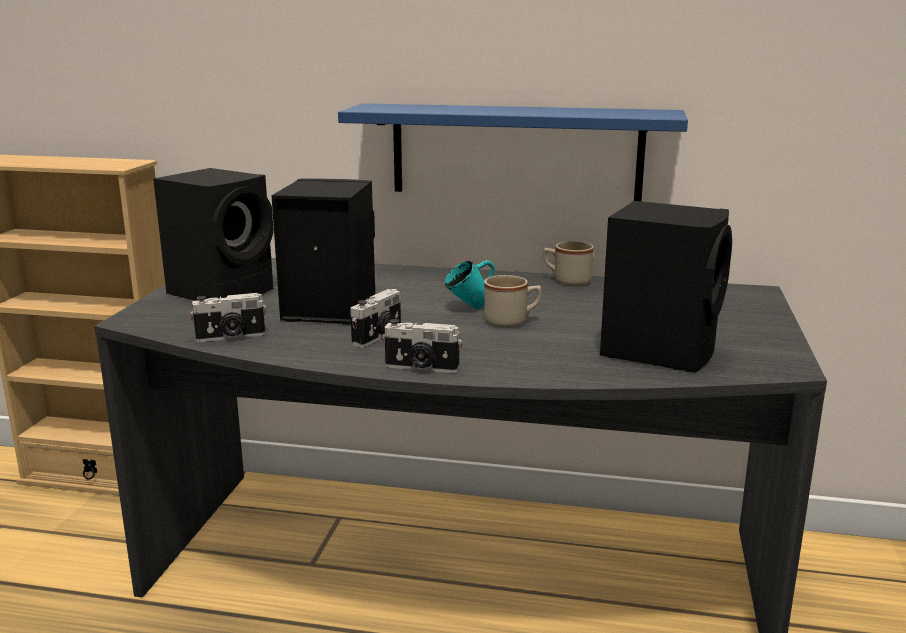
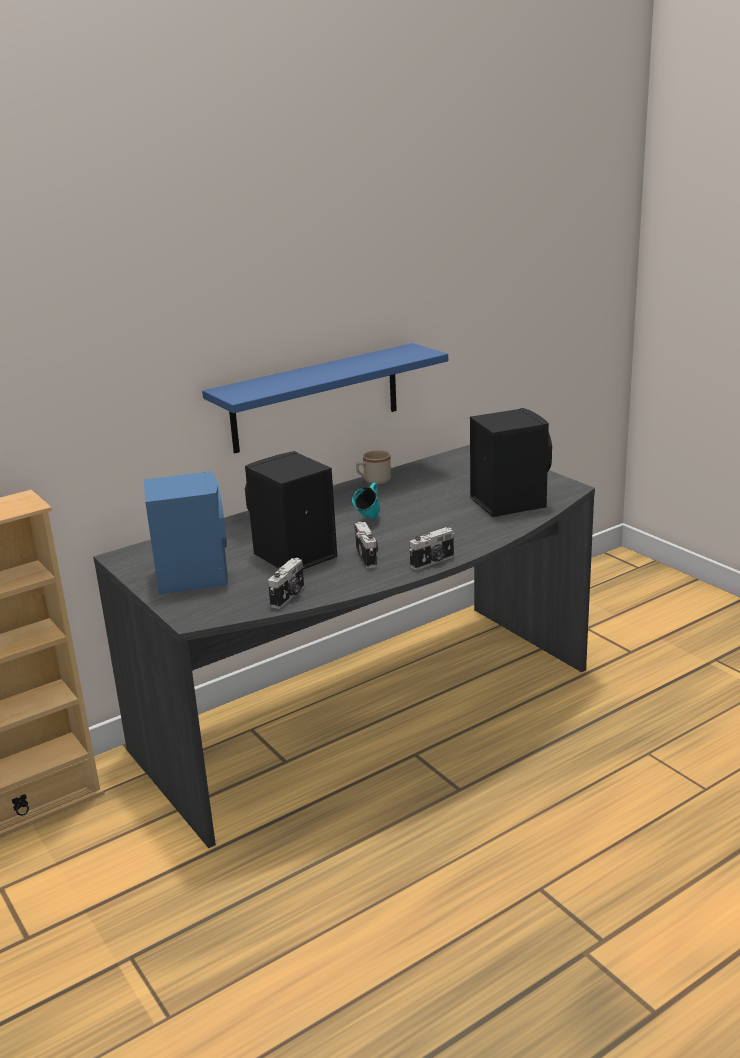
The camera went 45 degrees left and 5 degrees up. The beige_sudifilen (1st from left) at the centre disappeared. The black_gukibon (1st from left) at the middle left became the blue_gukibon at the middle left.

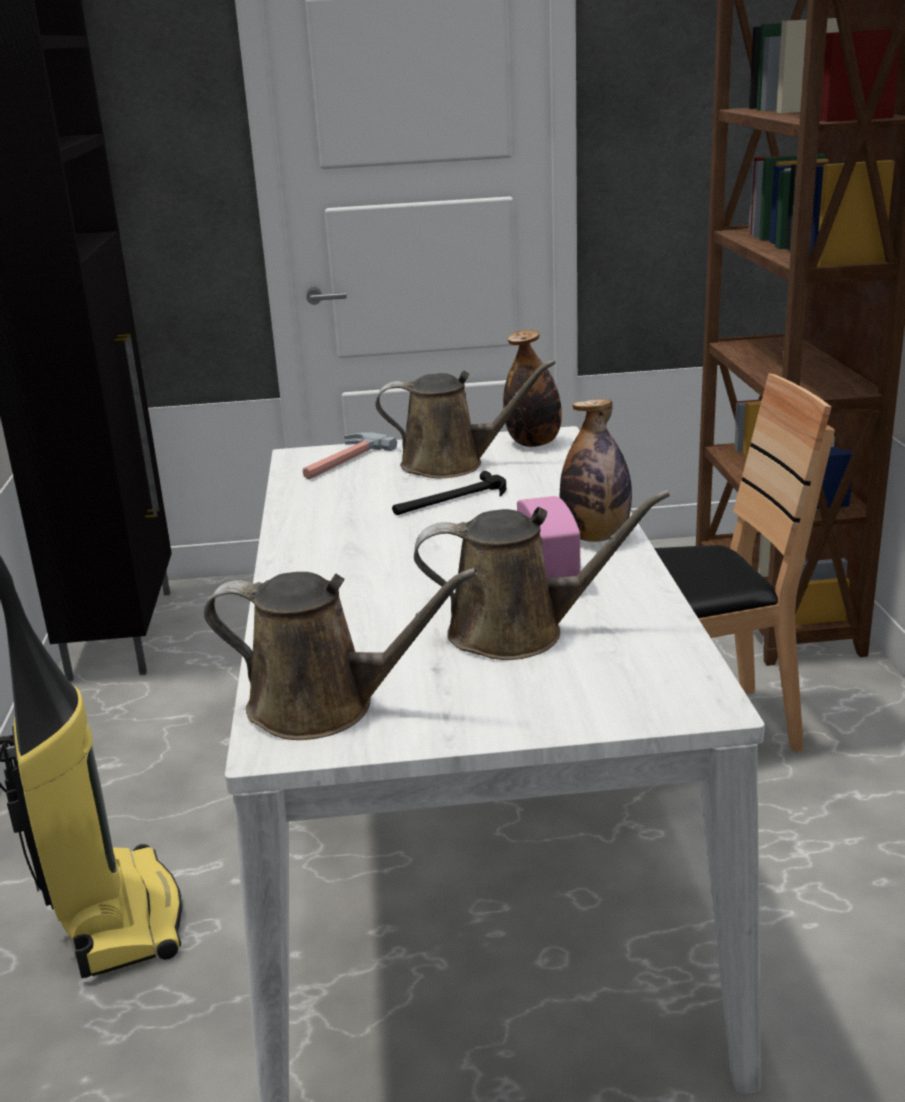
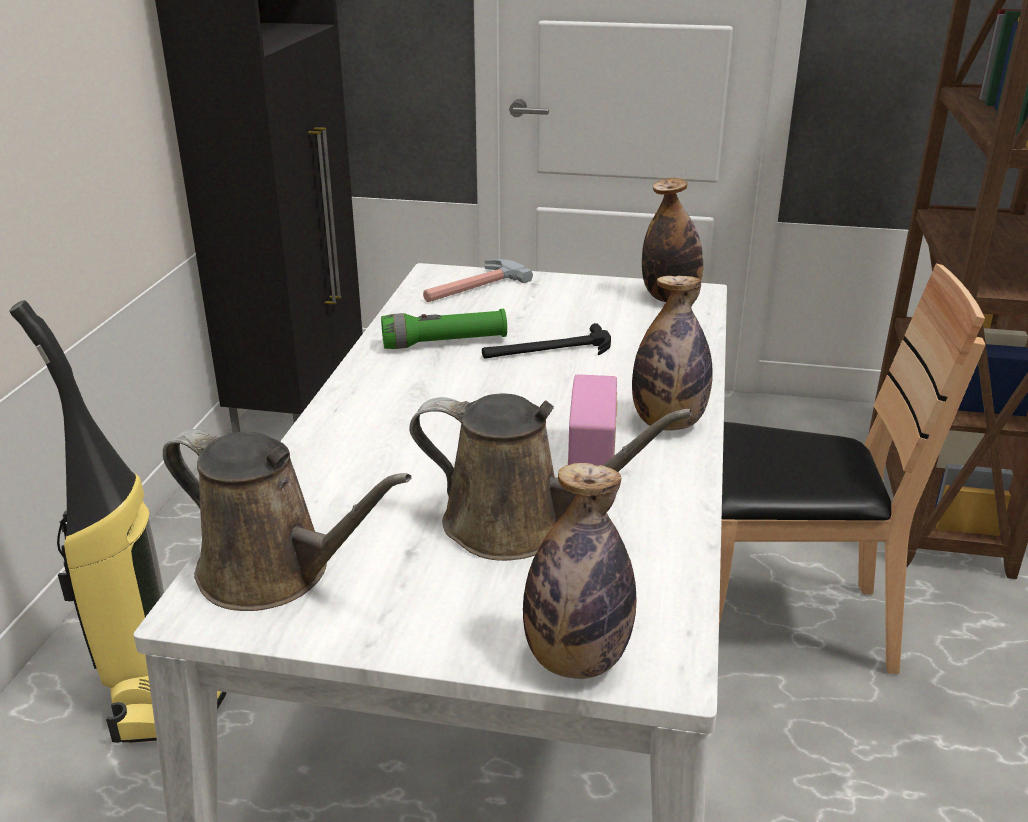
The camera went 15 degrees right and 5 degrees up. The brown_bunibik (2nd from left) at the centre disappeared. The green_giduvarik at the centre appeared. The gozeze (1st from left) at the bottom centre appeared.

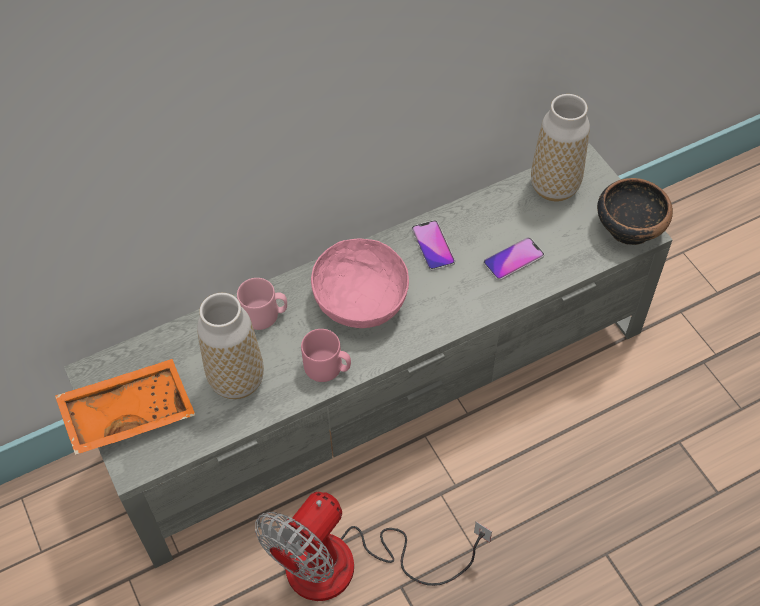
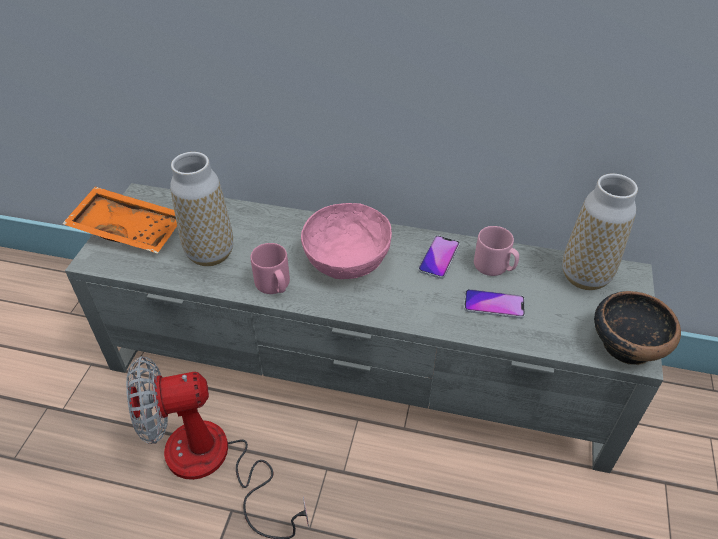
The camera went 40 degrees right and 10 degrees down. The pink_sudifilen (1st from left in the first image) moved from the centre to the middle right.

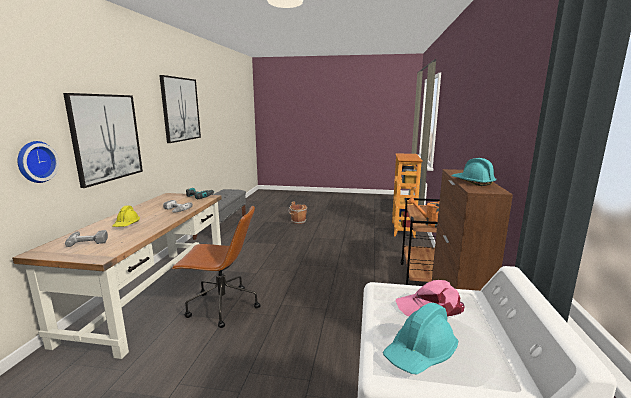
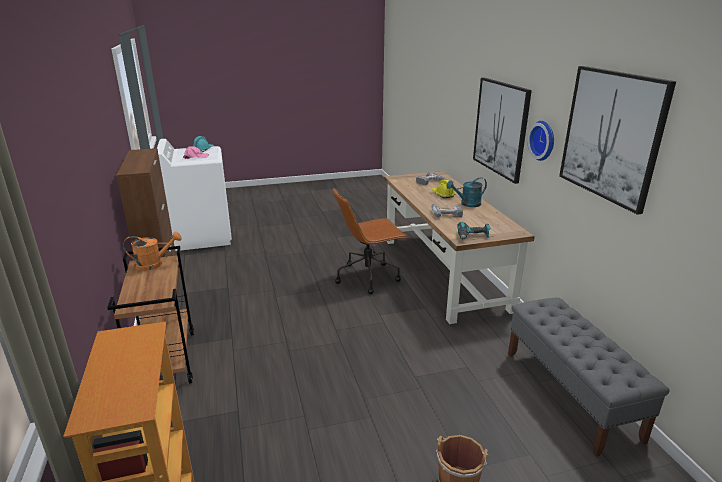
The camera went 155 degrees right and 10 degrees up. The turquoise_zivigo (2nd from left) at the middle right disappeared. The turquoise_bunibik at the centre appeared. The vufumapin moved from the middle left to the top right.

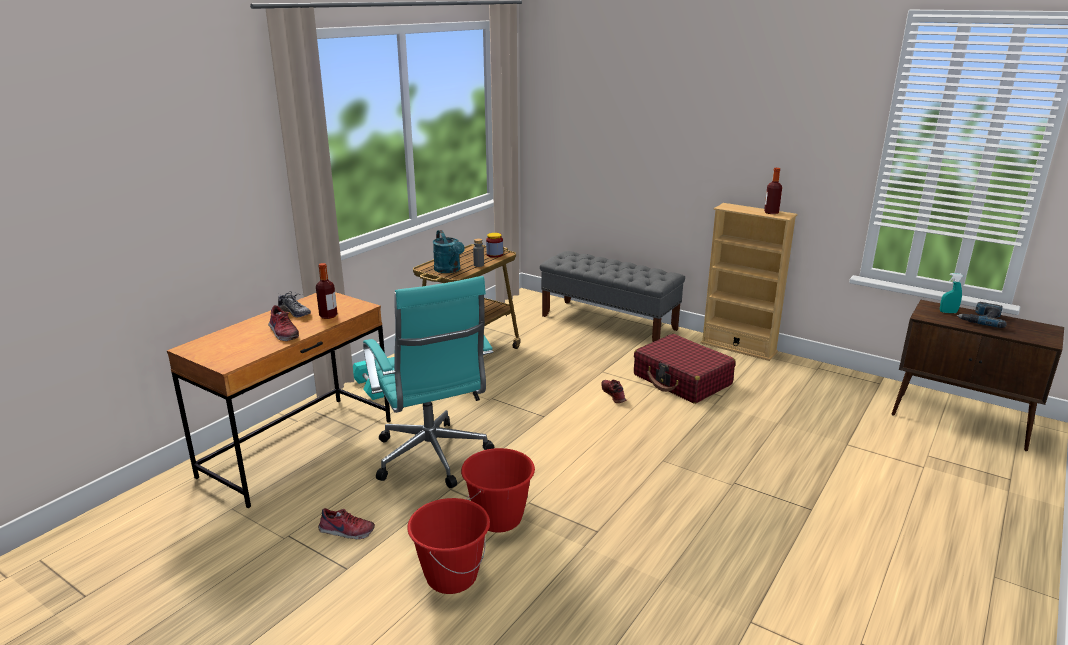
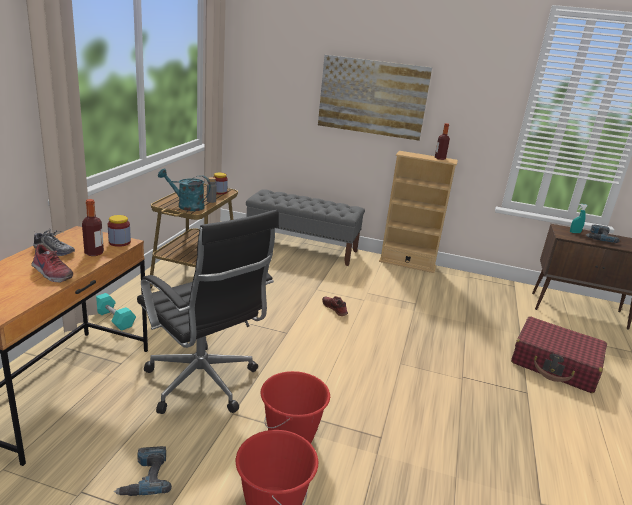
The camera went 20 degrees left and 0 degrees up. The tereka (1st from left) at the middle left appeared. The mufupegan at the top centre appeared. The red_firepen moved from the centre to the bottom right. The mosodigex (3rd from left) at the bottom left was replaced by the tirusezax (1st from left) at the bottom left. The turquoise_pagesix at the centre became the black_pagesix at the middle left. The turquoise_bunibik at the centre turned 150 degrees clockwise.

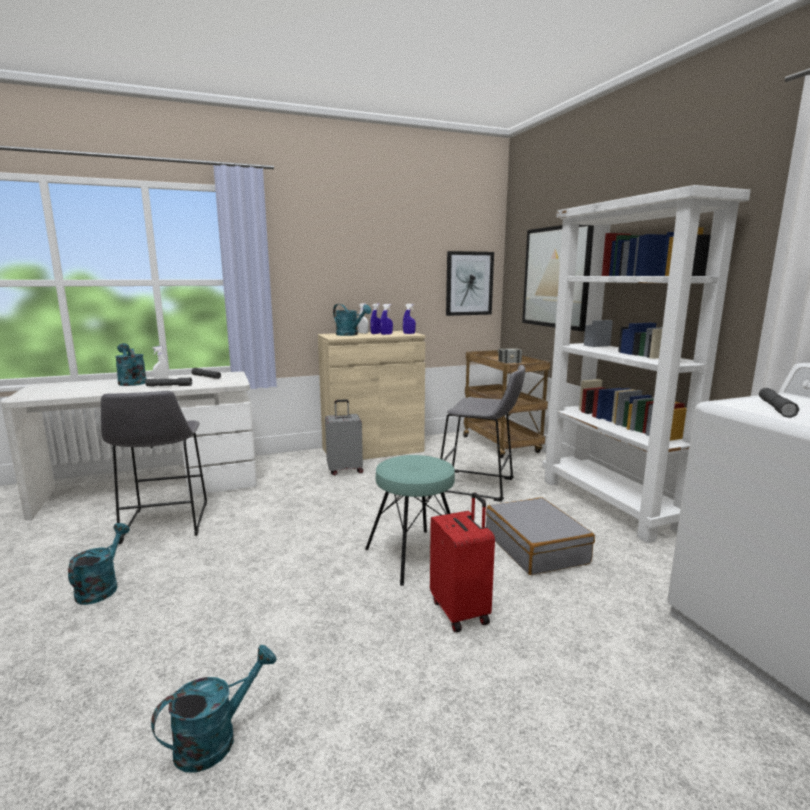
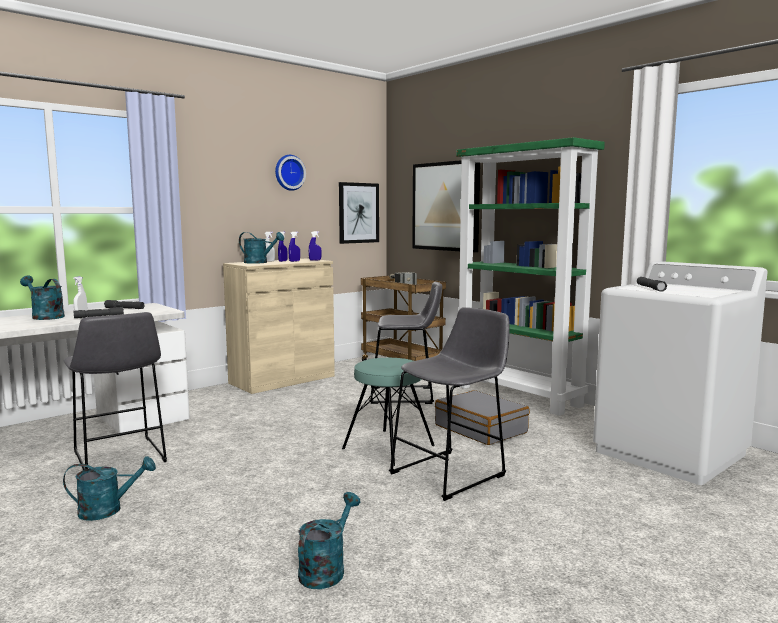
The camera went 20 degrees left and 5 degrees down. The grey_firepen (1st from left) at the centre disappeared. The vufumapin at the top centre appeared. The red_firepen at the bottom centre was replaced by the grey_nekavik (3rd from left) at the centre. The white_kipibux at the middle right became the green_kipibux at the middle right. The turquoise_bunibik (1st from left in the first image) at the bottom left turned 90 degrees clockwise.

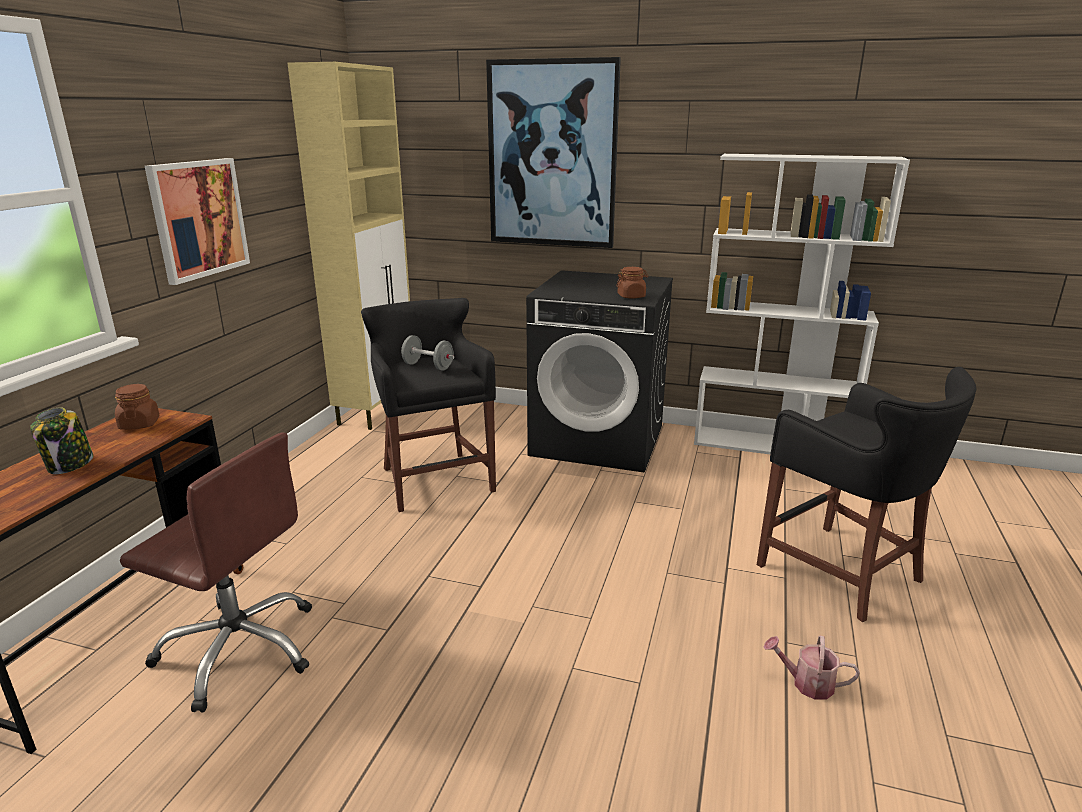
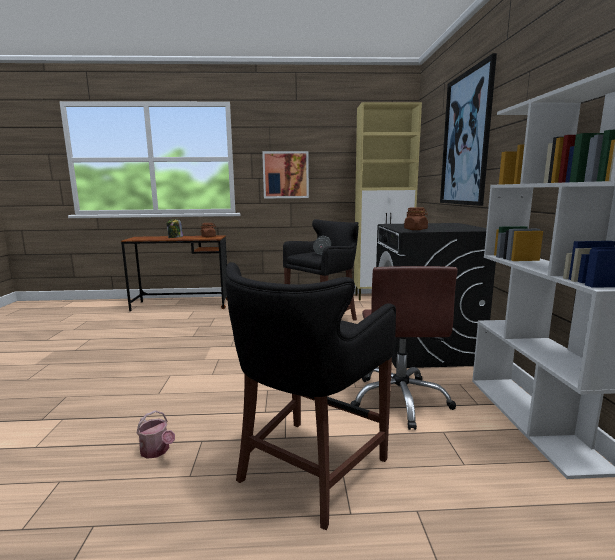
The camera went 70 degrees right and 10 degrees down. The brown_pagesix moved from the bottom left to the centre. The bunibik at the bottom right turned 135 degrees clockwise.

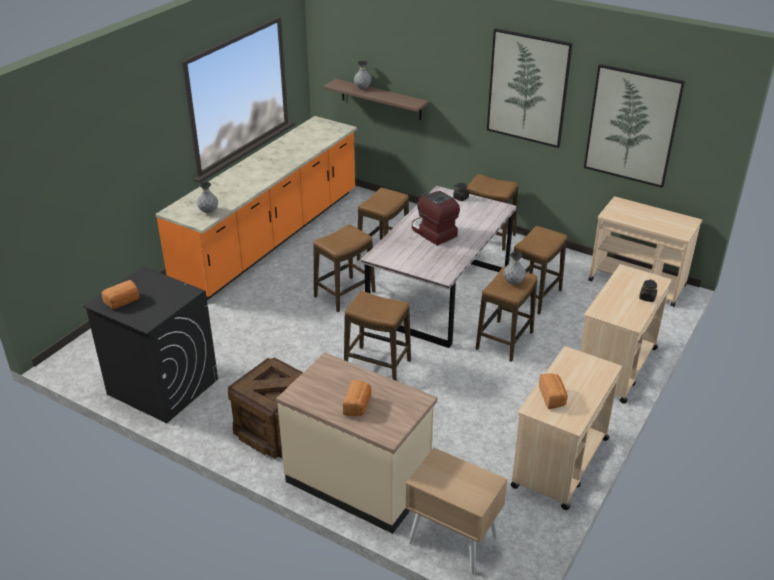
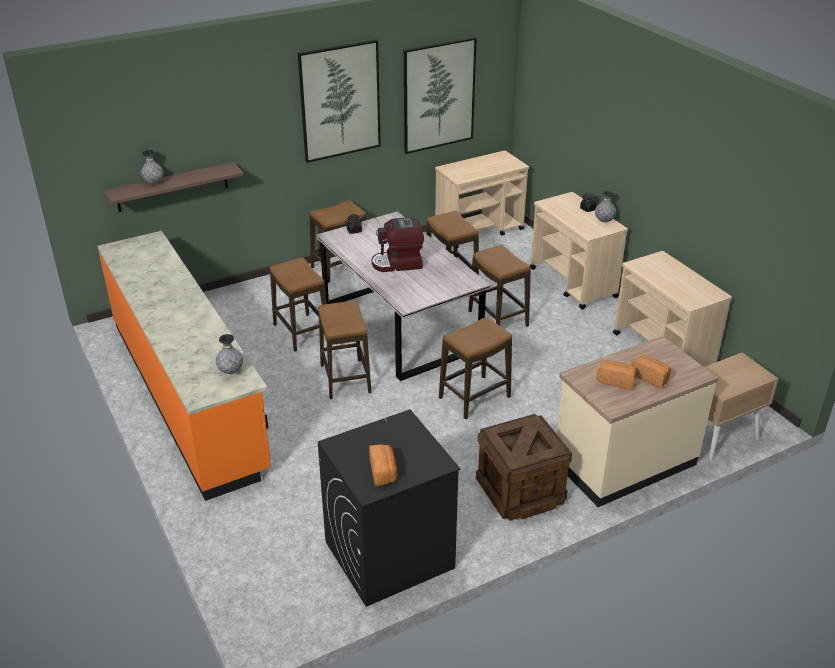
The camera went 60 degrees left and 0 degrees up. The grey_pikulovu (3rd from left) moved from the centre to the top right. The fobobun (3rd from left in the first image) moved from the bottom right to the middle right.

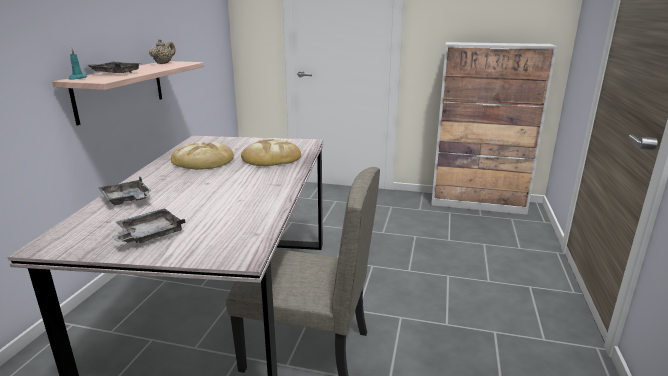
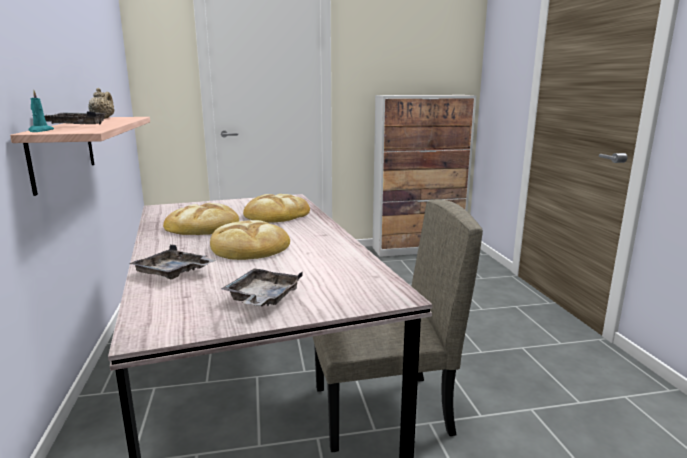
The camera went 25 degrees left and 5 degrees down. The fobobun (2nd from left) at the centre appeared.

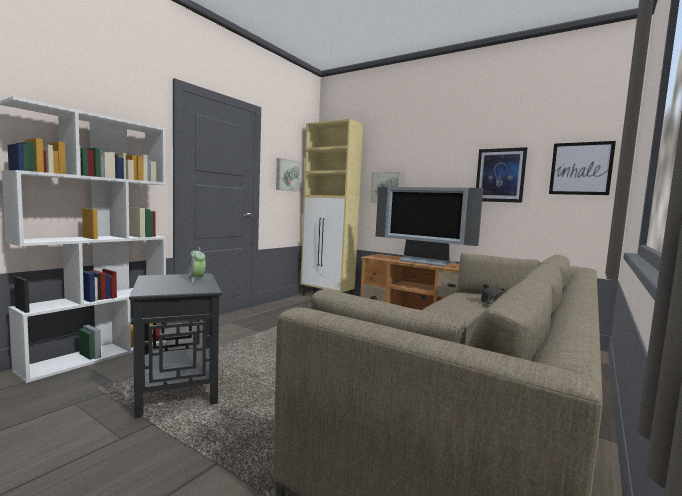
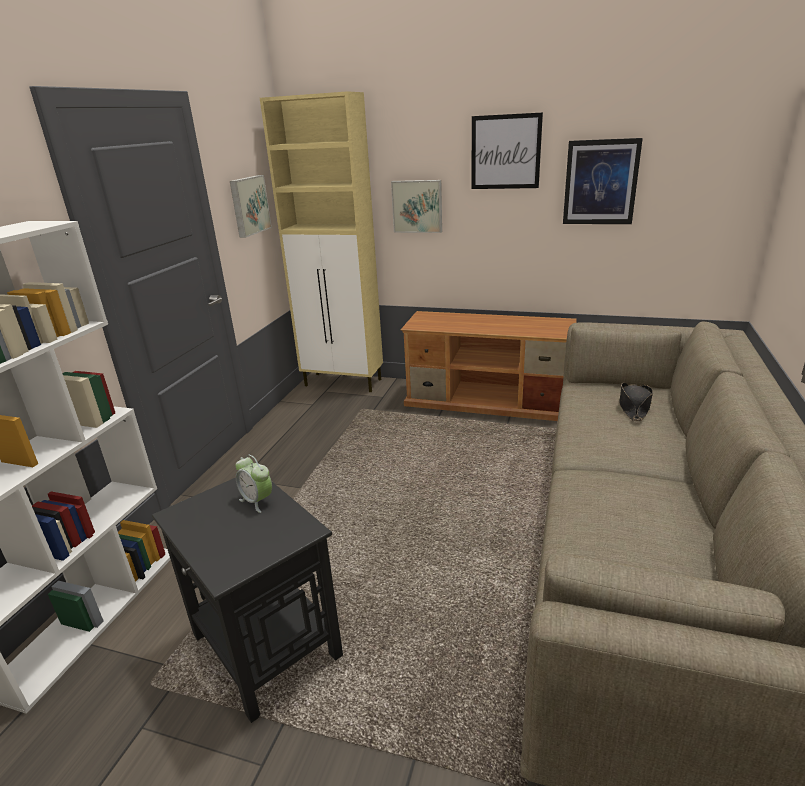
The camera went 15 degrees left and 20 degrees up. The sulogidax at the centre disappeared. The mufupegan (4th from left in the first image) moved from the middle right to the top centre.

